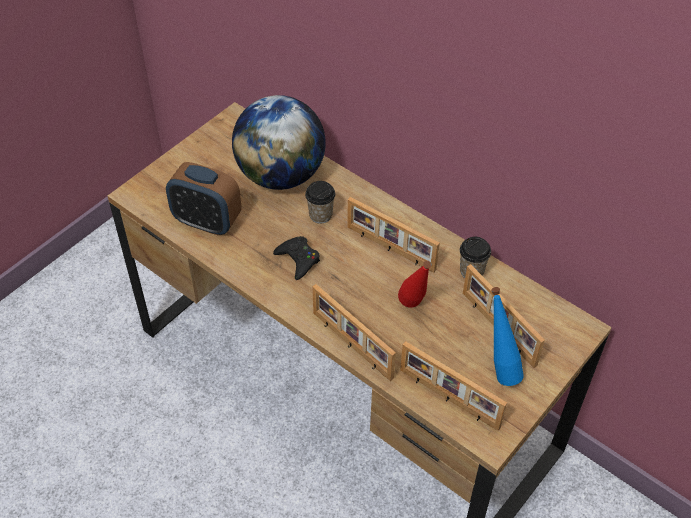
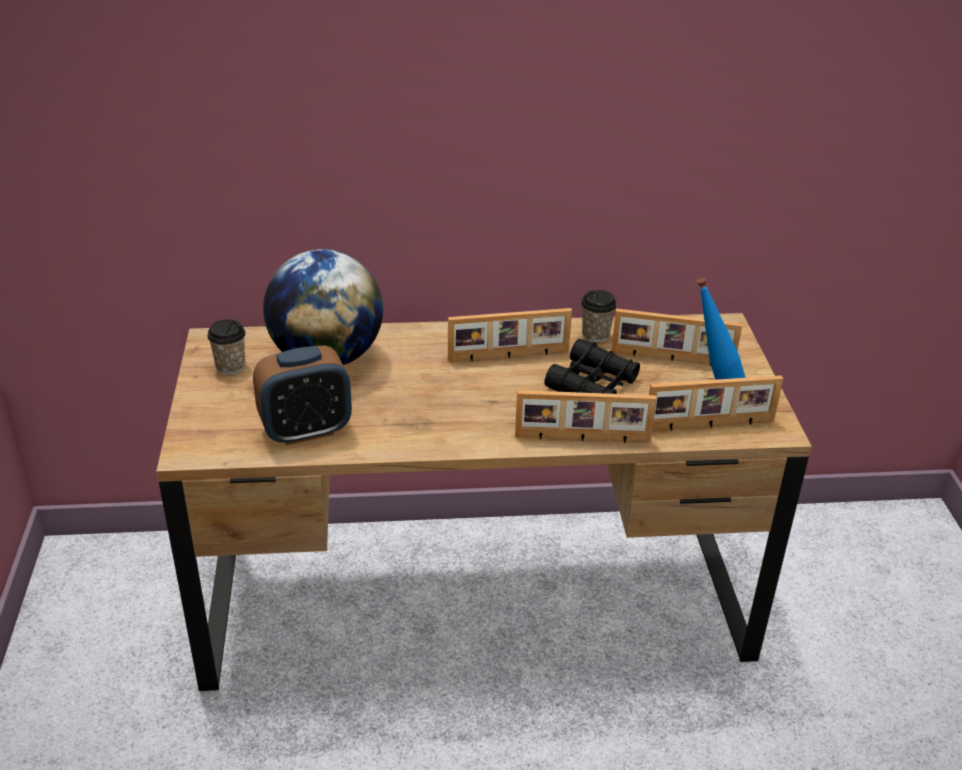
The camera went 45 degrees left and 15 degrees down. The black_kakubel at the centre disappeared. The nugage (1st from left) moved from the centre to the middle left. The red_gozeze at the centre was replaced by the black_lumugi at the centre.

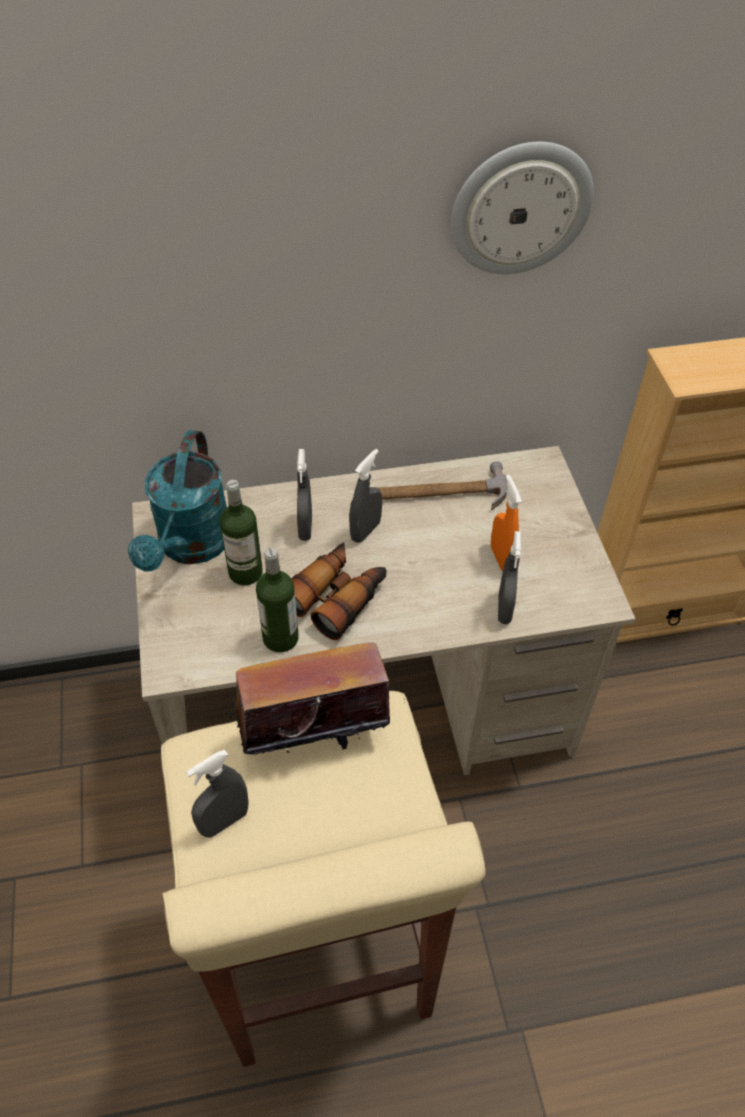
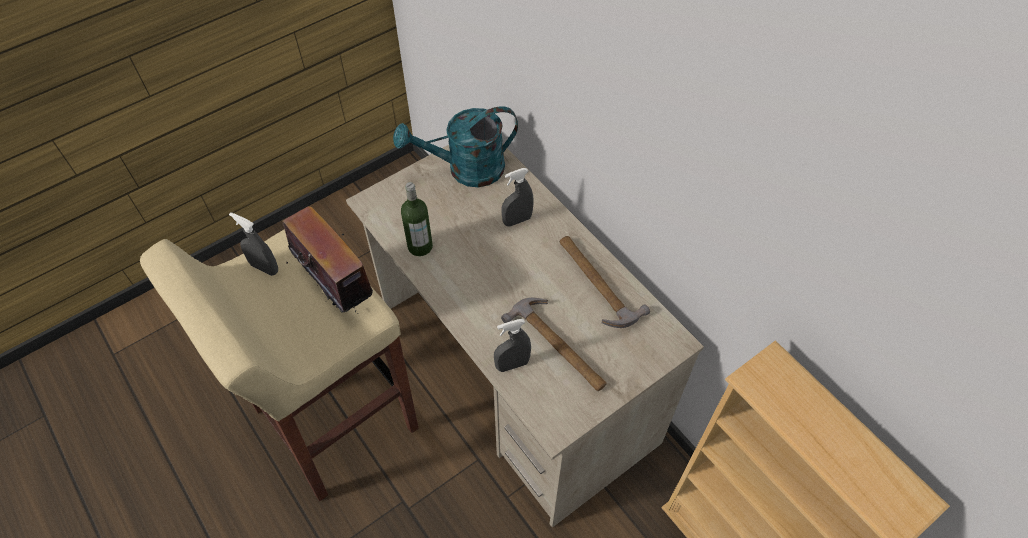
The camera went 65 degrees right and 5 degrees up. The gozeze (1st from left) at the middle left disappeared. The lumugi at the centre disappeared. The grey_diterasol (3rd from left) at the centre disappeared. The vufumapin at the top right disappeared. The orange_diterasol at the middle right was replaced by the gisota (1st from left) at the centre.

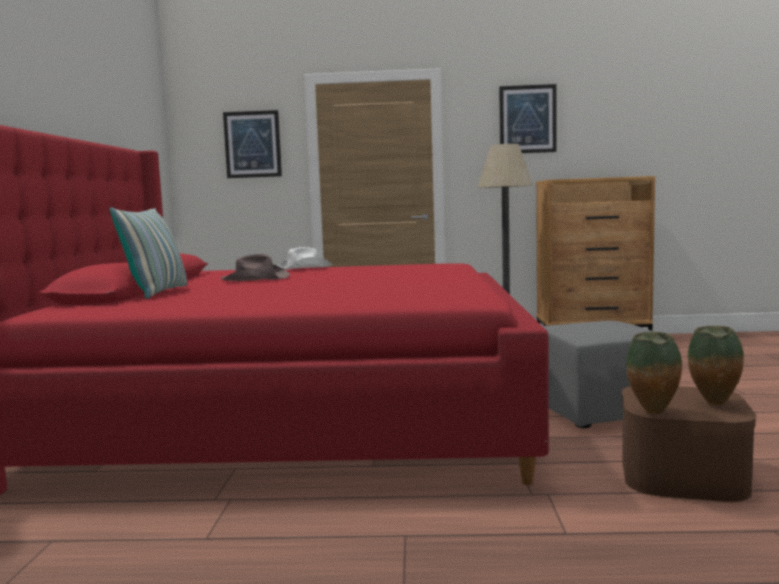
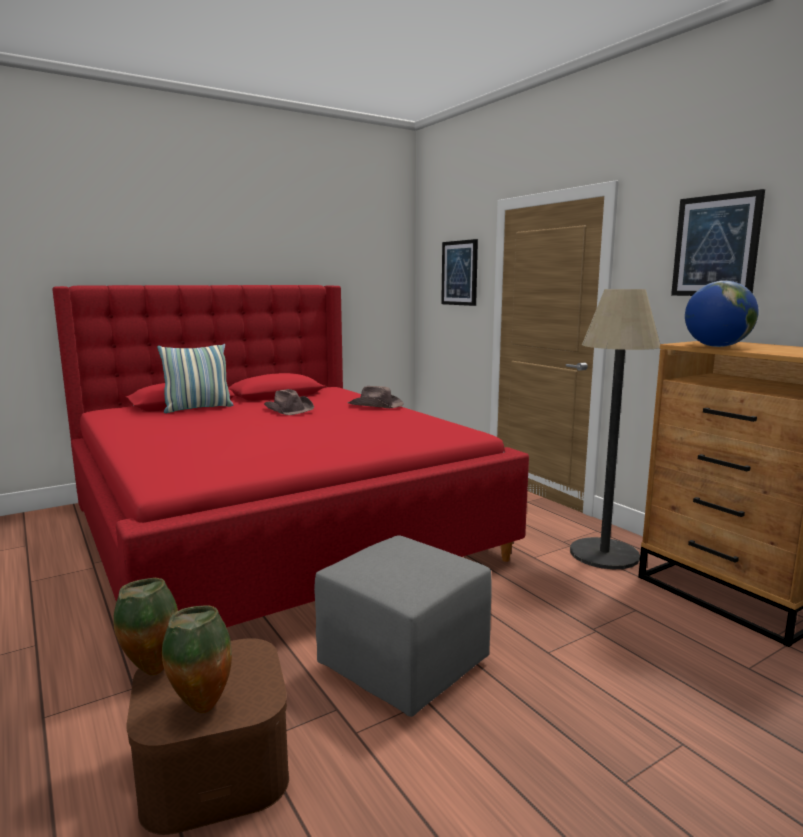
The camera went 55 degrees right and 5 degrees up. The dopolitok at the middle right appeared. The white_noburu at the centre became the brown_noburu (2nd from left) at the centre.

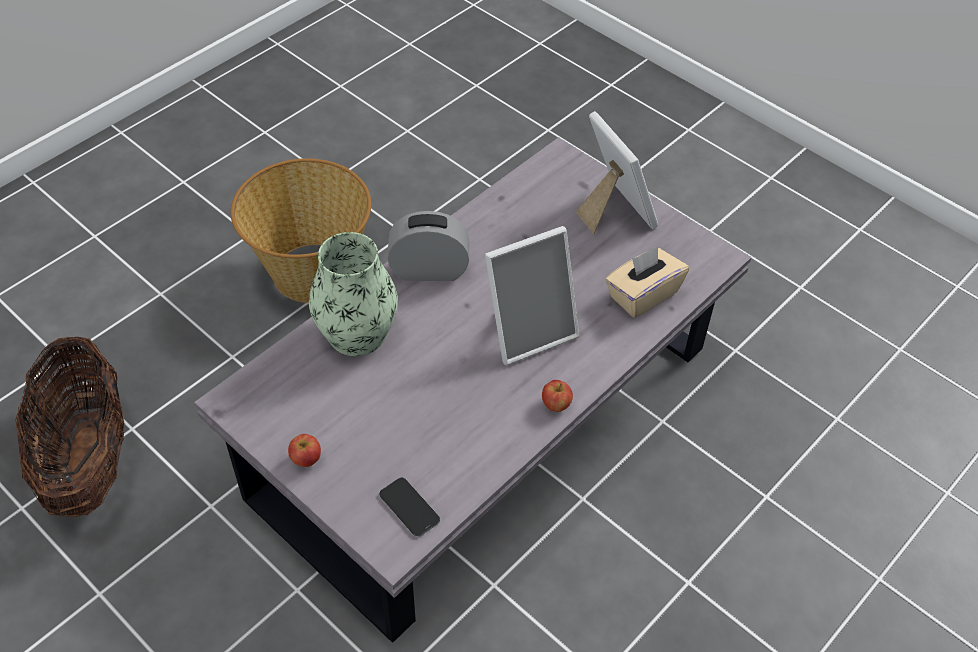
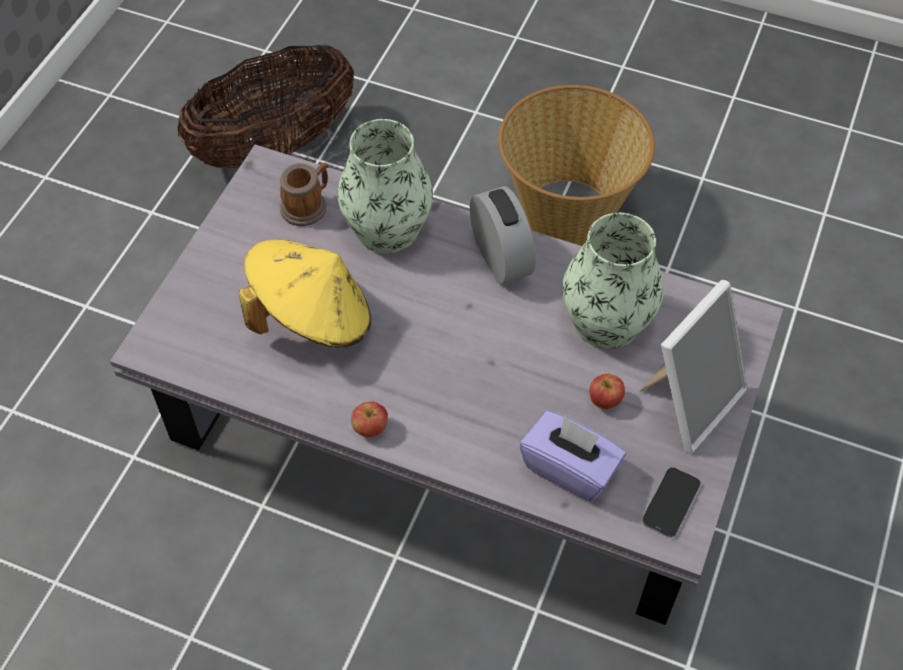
The camera went 70 degrees right and 5 degrees up. The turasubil (1st from left) at the centre disappeared. The yellow_noburu at the centre appeared. The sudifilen at the top centre appeared. The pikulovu (2nd from left) at the middle right appeared. The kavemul (1st from left in the first image) moved from the bottom left to the middle right. The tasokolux moved from the bottom centre to the bottom right. The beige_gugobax at the centre became the purple_gugobax at the bottom centre.

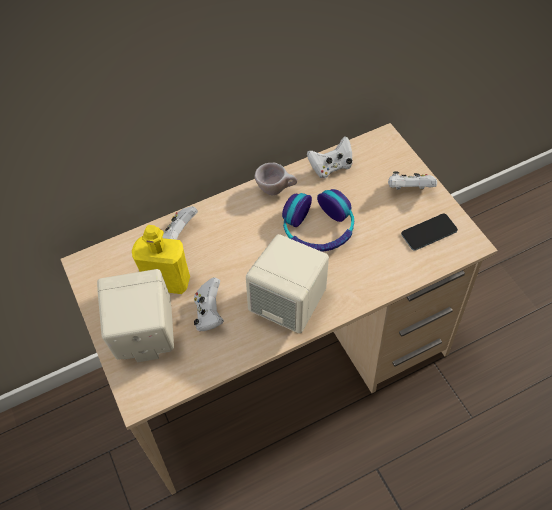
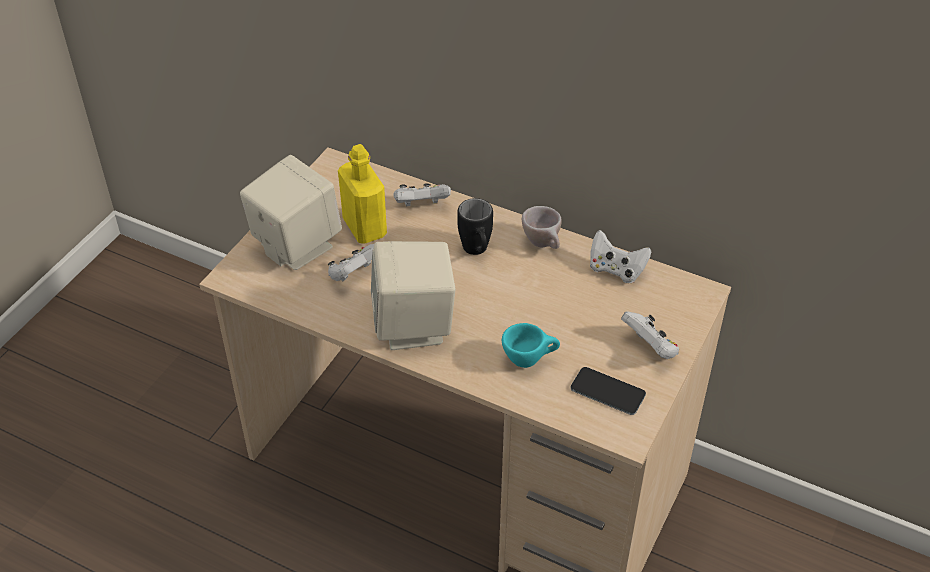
The camera went 50 degrees right and 10 degrees down. The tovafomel at the centre disappeared. The black_sudifilen at the centre appeared. The turquoise_nugage at the centre appeared.

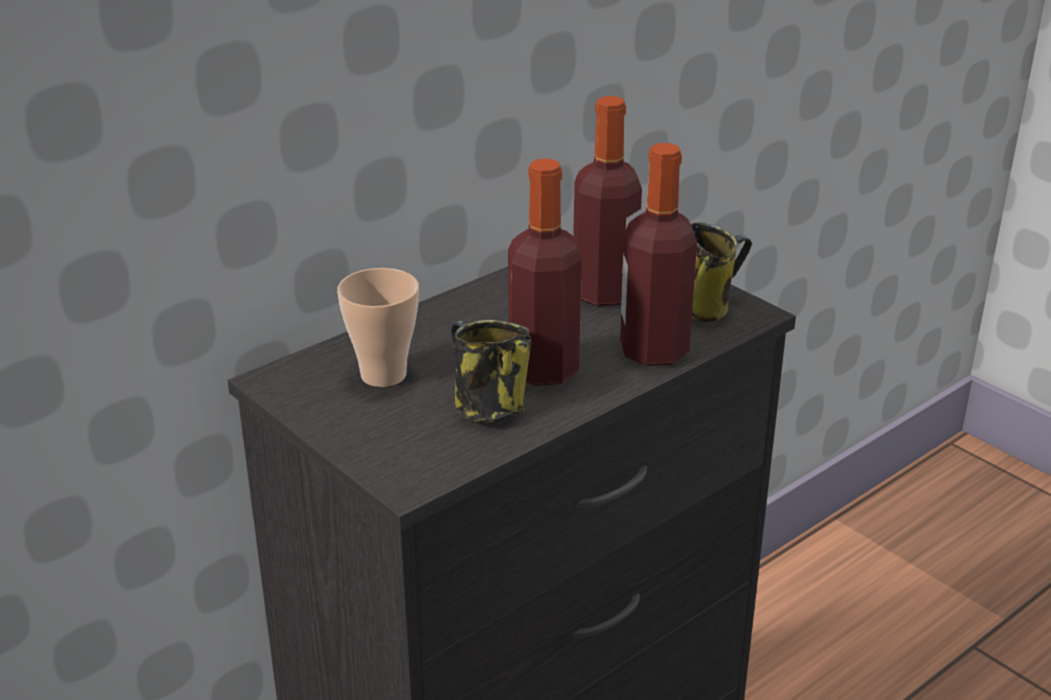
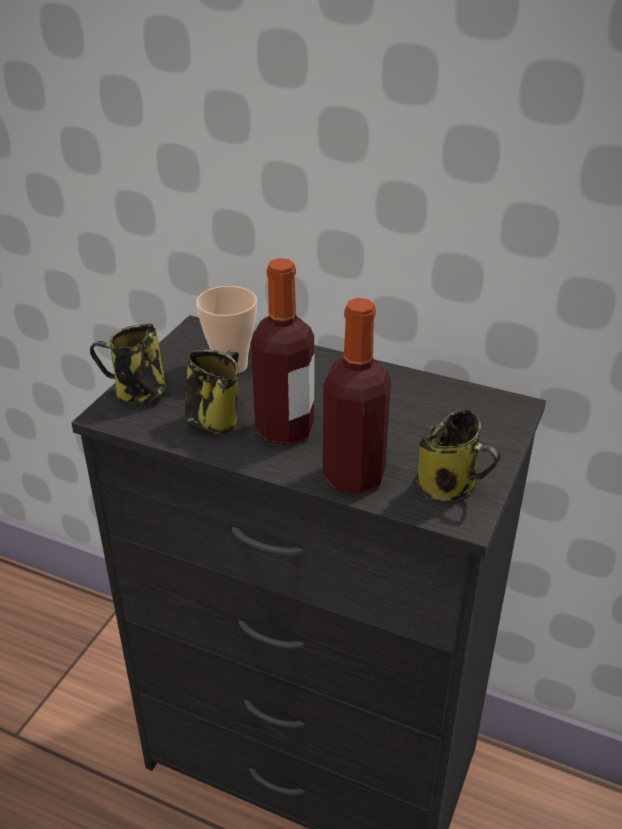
The camera went 65 degrees right and 5 degrees up. The gozeze (2nd from left) at the top centre disappeared. The sudifilen (1st from left) at the middle left appeared.

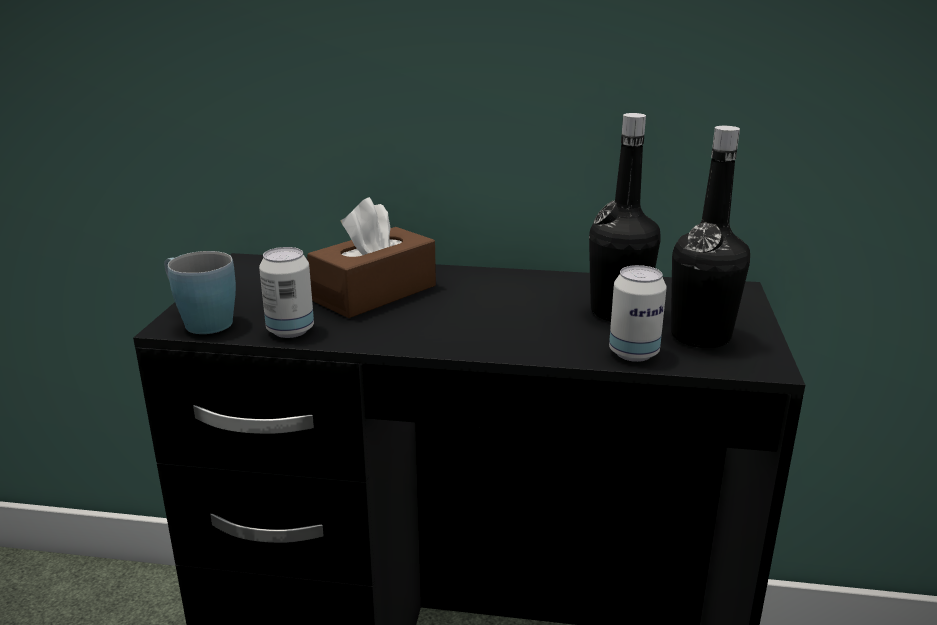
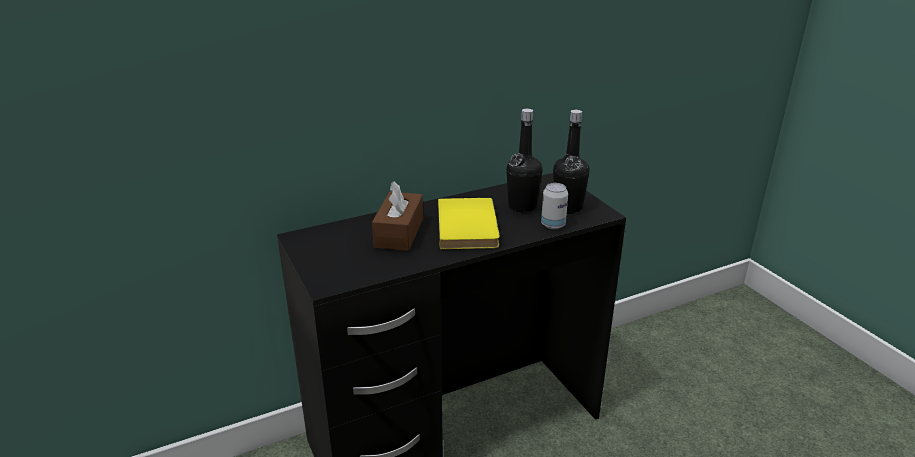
The camera went 35 degrees left and 5 degrees up. The blue_sudifilen at the middle left disappeared. The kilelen (1st from left) at the middle left disappeared. The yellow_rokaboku at the centre appeared.

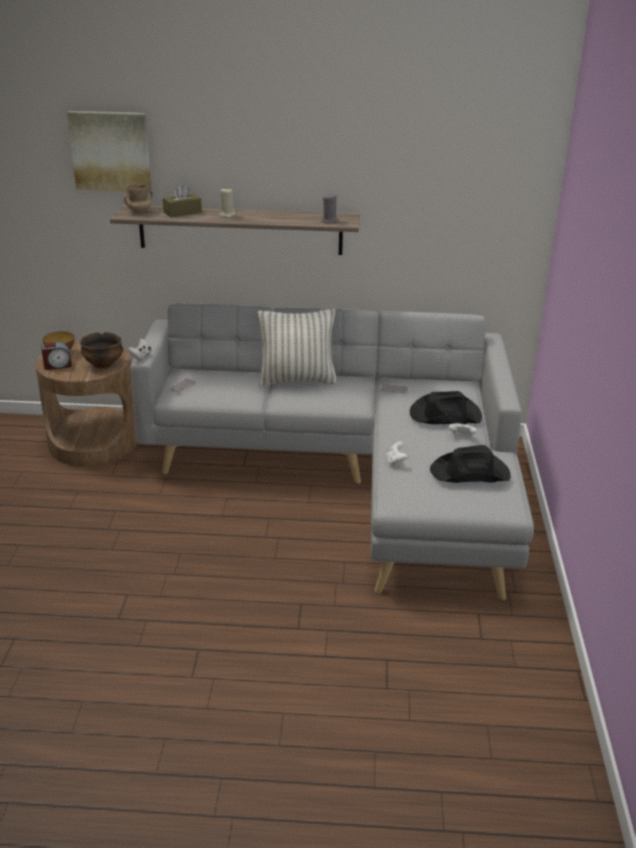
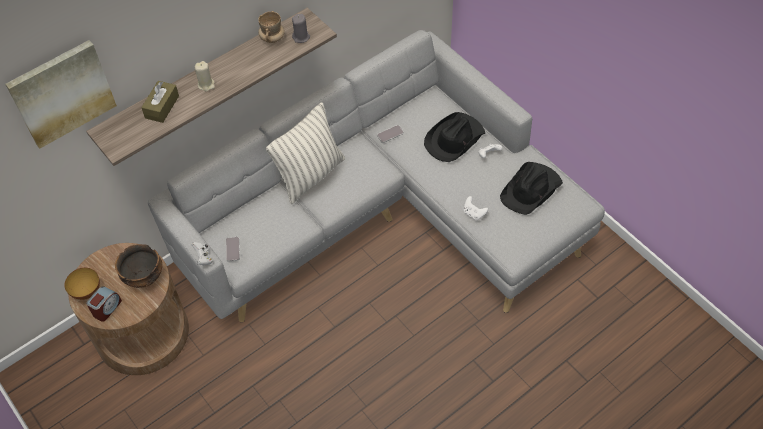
The camera went 40 degrees left and 25 degrees up. The beige_sudifilen moved from the top left to the top centre.

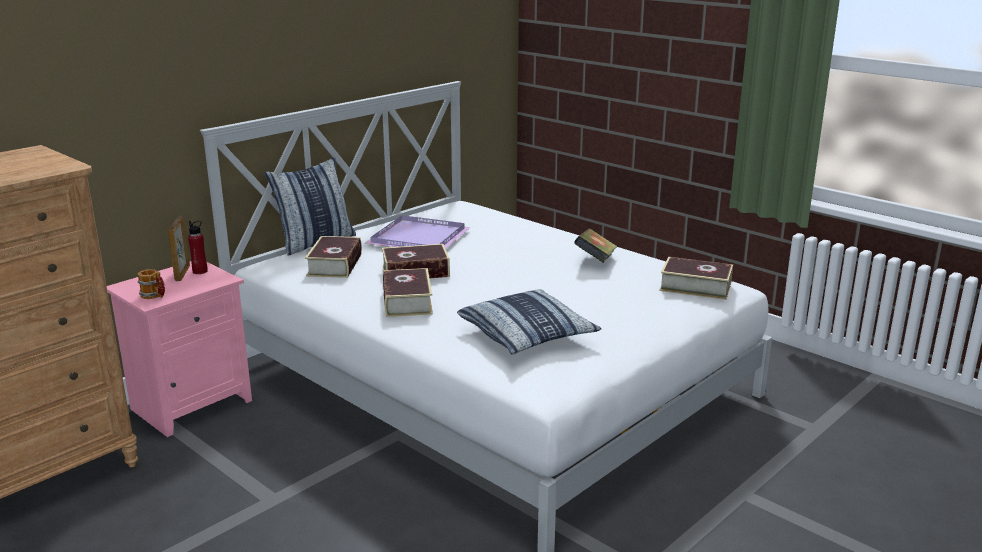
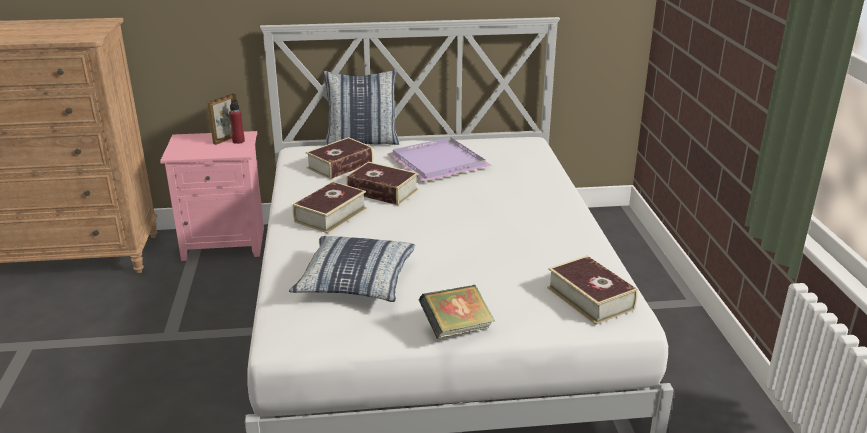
The camera went 40 degrees right and 5 degrees up. The sudifilen at the middle left disappeared. The rokaboku (4th from left) moved from the centre to the bottom centre.

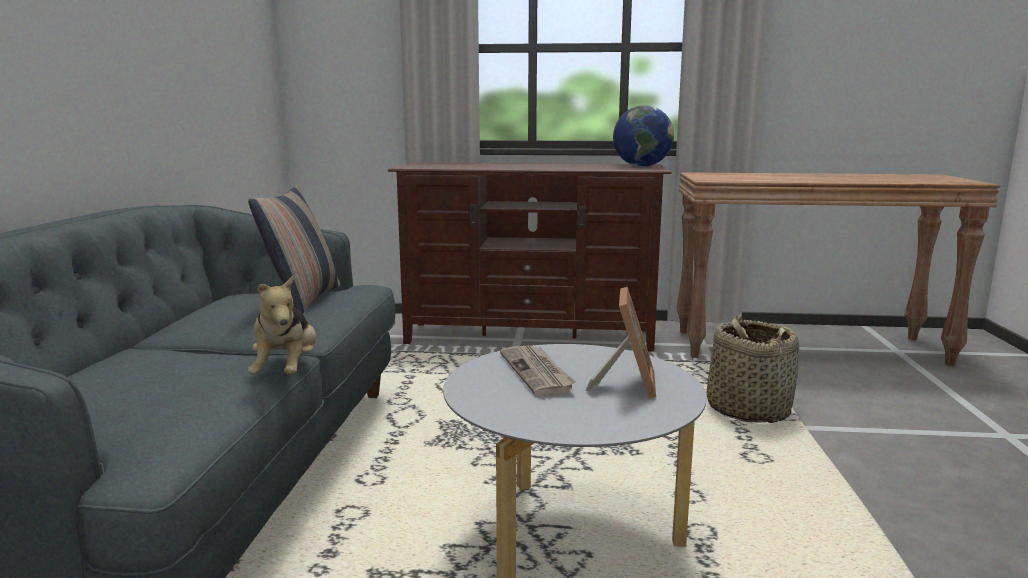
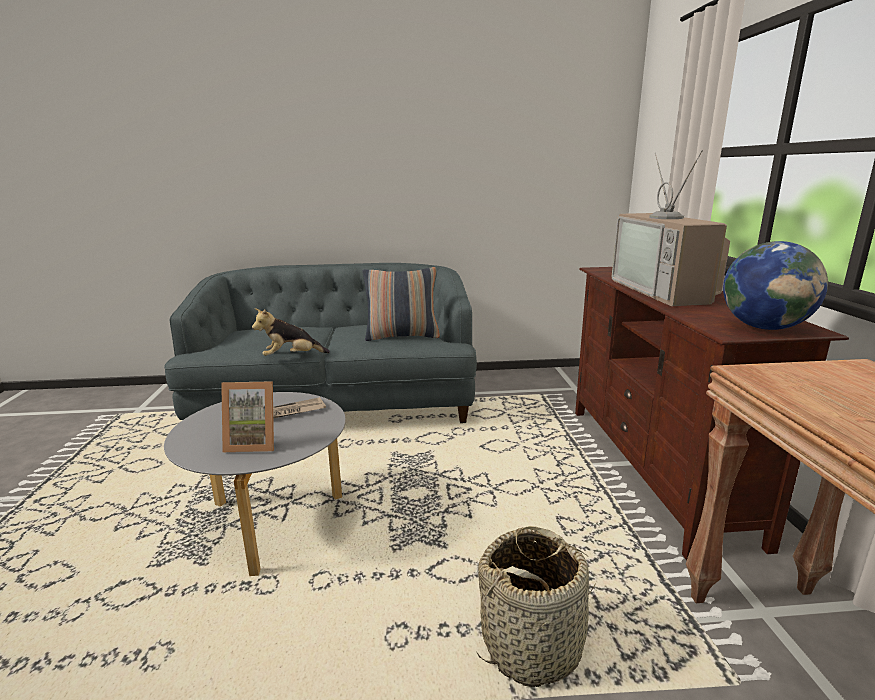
The camera went 80 degrees right and 5 degrees up. The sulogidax at the top right appeared.

